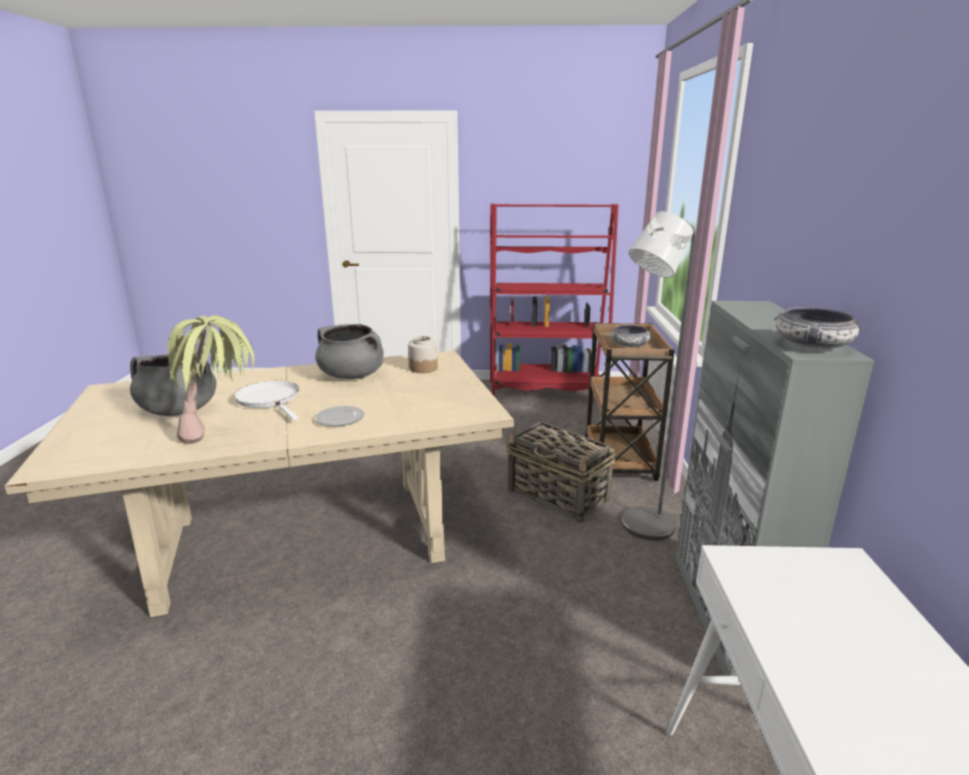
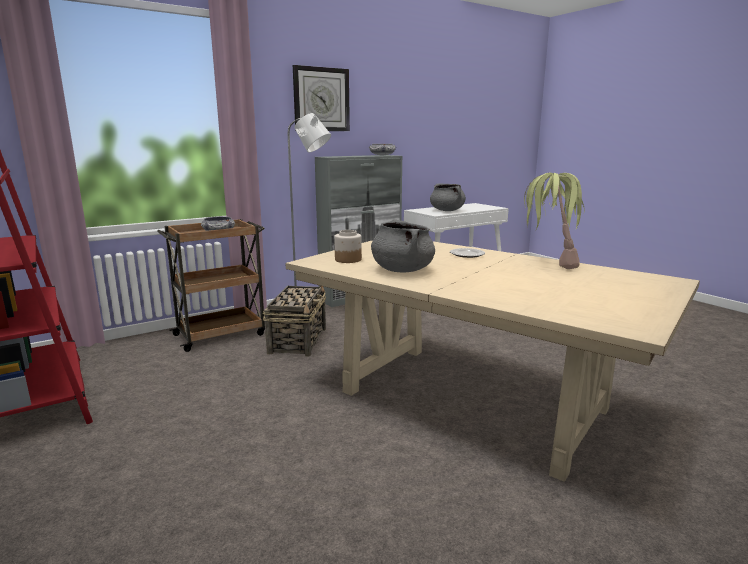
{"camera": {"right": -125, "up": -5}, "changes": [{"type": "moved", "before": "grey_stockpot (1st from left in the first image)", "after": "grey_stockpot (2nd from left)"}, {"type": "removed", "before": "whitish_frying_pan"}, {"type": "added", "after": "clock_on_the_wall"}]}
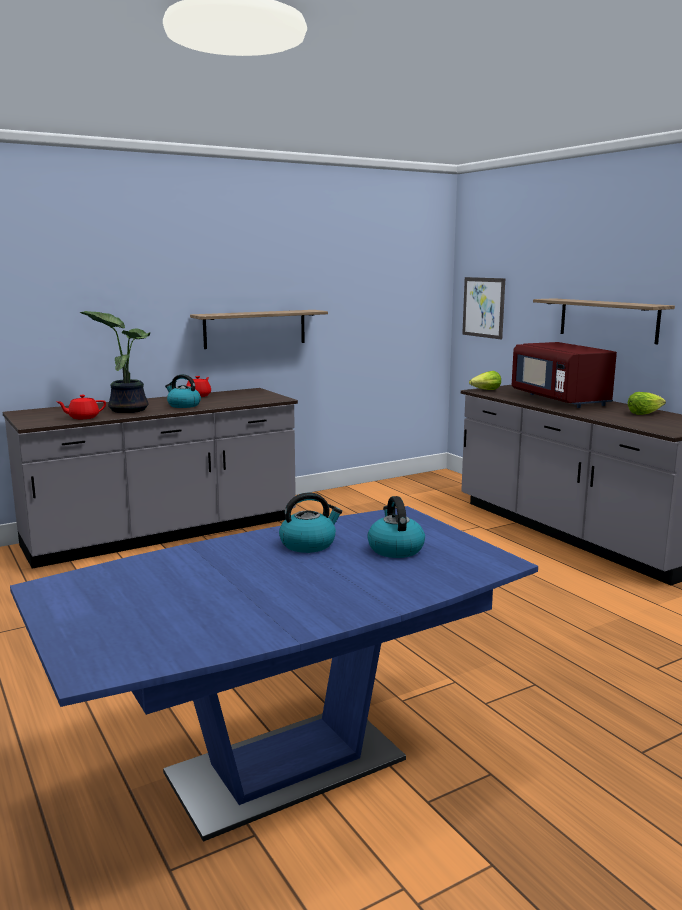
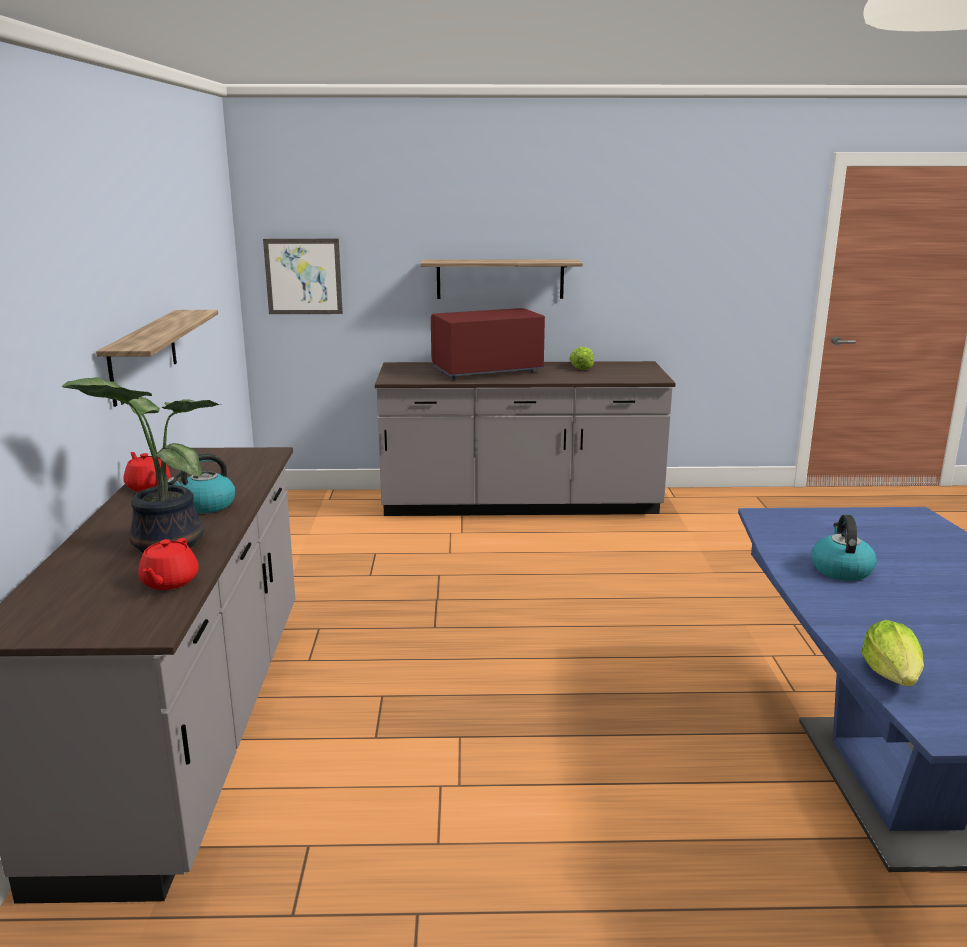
{"camera": {"right": -60, "up": 5}, "changes": [{"type": "removed", "before": "tea_kettle (3rd from left)"}, {"type": "moved", "before": "lettuce_head (1st from left in the first image)", "after": "lettuce_head (2nd from left)"}, {"type": "turned", "before": "red_microwave_oven", "turn": 150}]}
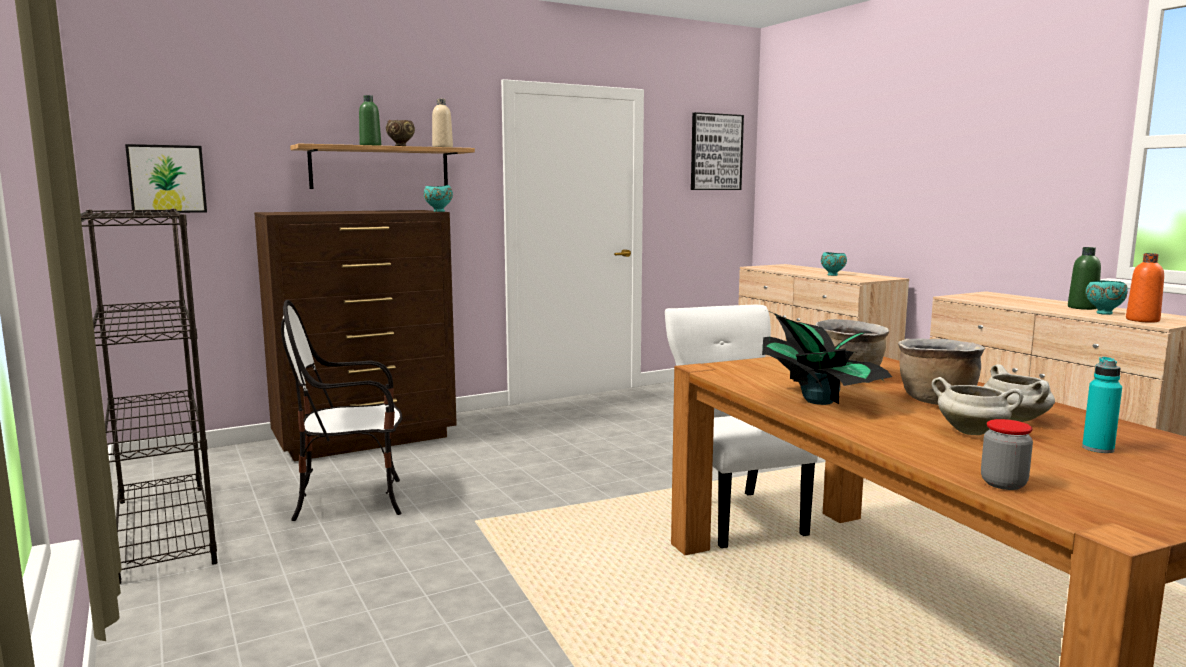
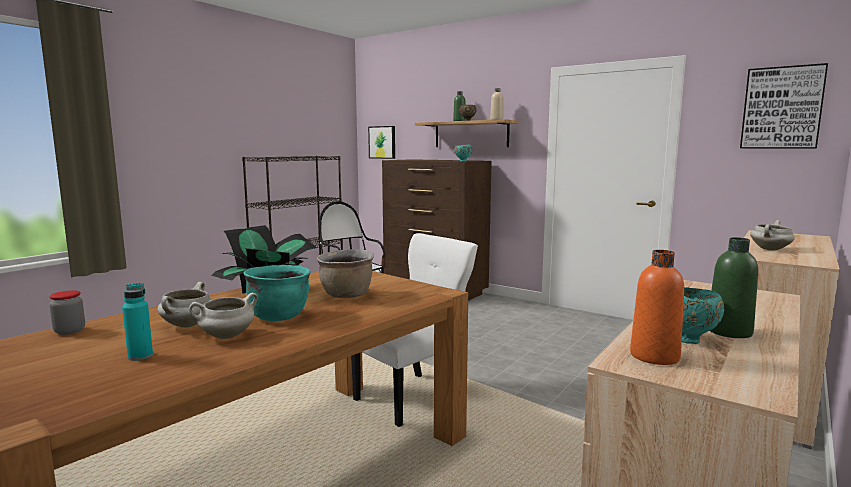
{"camera": {"right": 65, "up": 0}, "changes": [{"type": "replaced", "before": "blue-green_serving_bowl (2nd from left)", "after": "whitish_stockpot (3rd from left)"}, {"type": "recoloured", "before": "brown-coloured_stockpot (2nd from left)", "after": "blue-green_stockpot"}]}
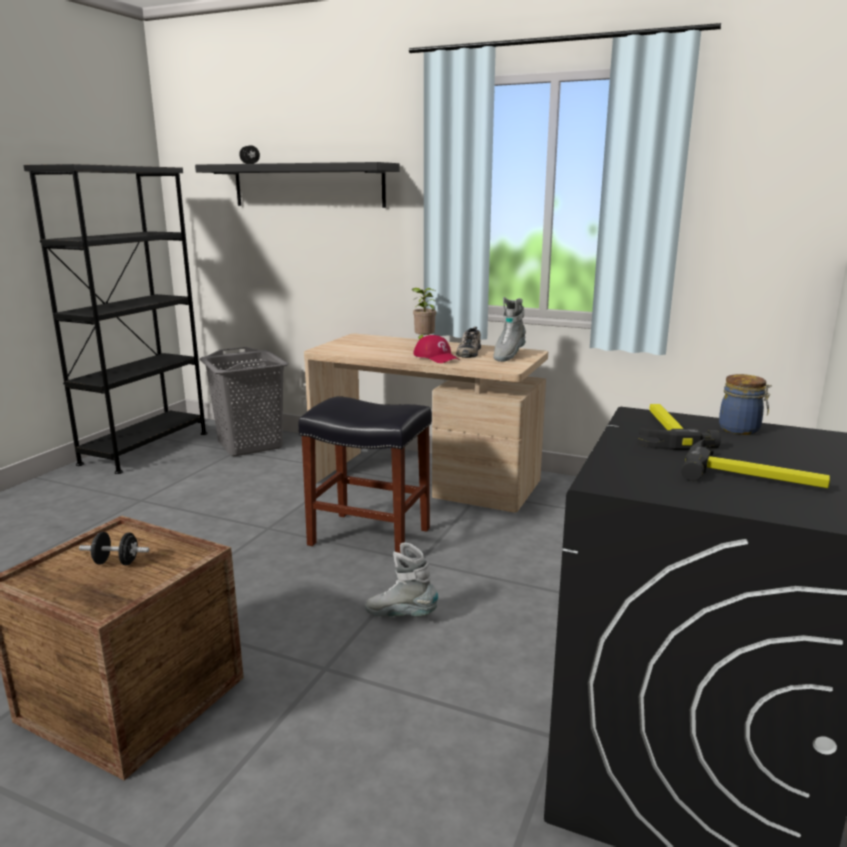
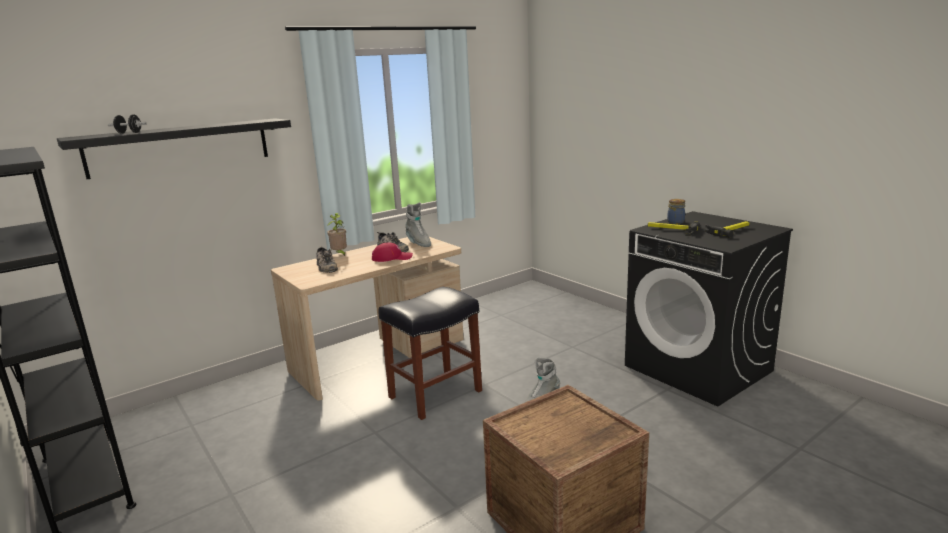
{"camera": {"right": -60, "up": 0}, "changes": [{"type": "removed", "before": "black_free_weight (1st from left)"}, {"type": "removed", "before": "grey_hamper"}, {"type": "added", "after": "shoe (1st from left)"}]}
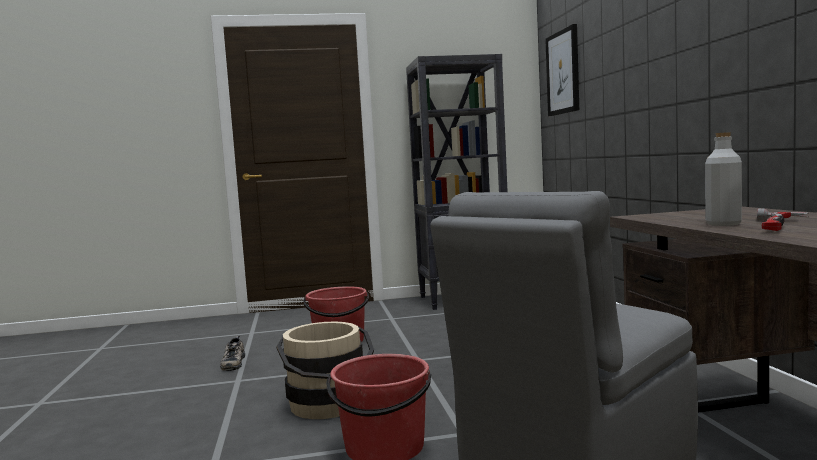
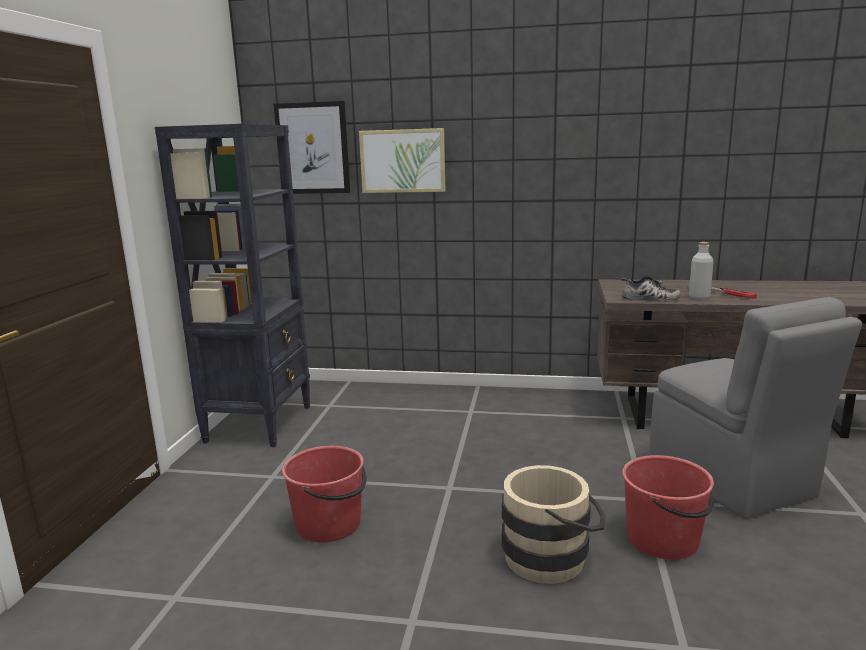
{"camera": {"right": -70, "up": 10}, "changes": [{"type": "moved", "before": "shoe"}, {"type": "added", "after": "picture (2nd from left)"}]}
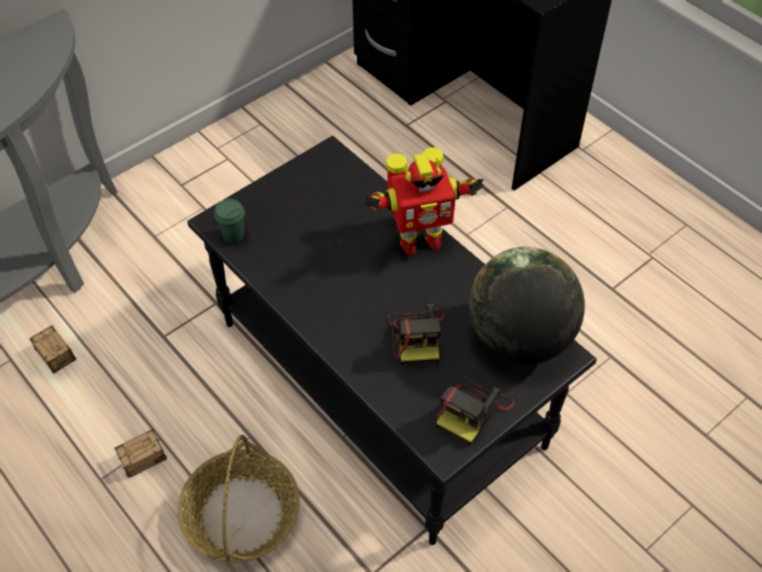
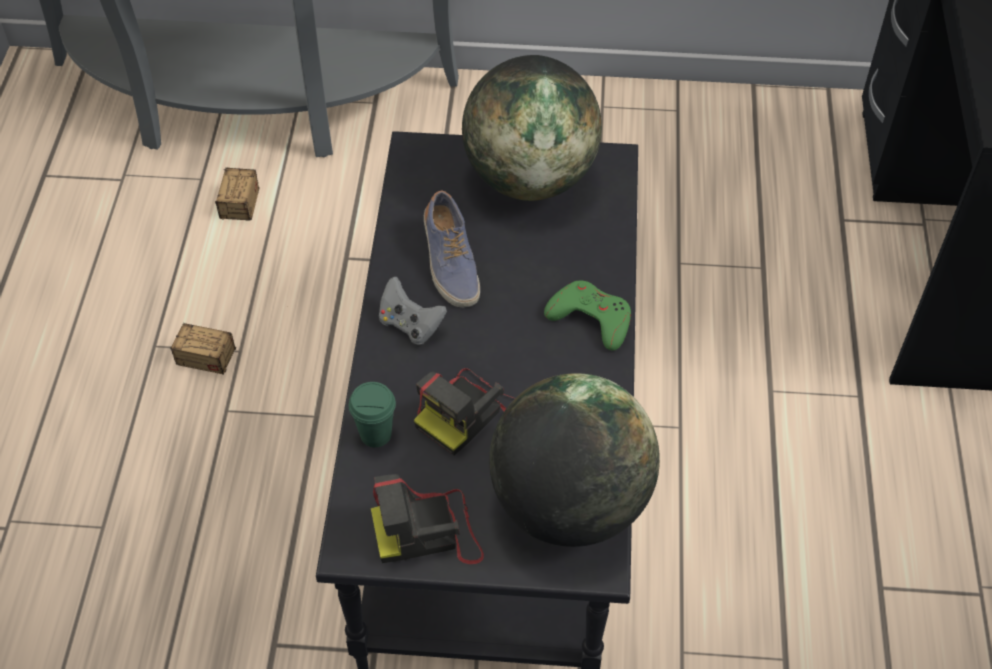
{"camera": {"right": 45, "up": 0}, "changes": [{"type": "removed", "before": "household_basket"}, {"type": "moved", "before": "green-coloured_drinking_cup"}, {"type": "replaced", "before": "model_robot", "after": "green-coloured_gamepad"}, {"type": "added", "after": "grey_gamepad"}, {"type": "added", "after": "shoe"}, {"type": "added", "after": "desk_globe (1st from left)"}]}
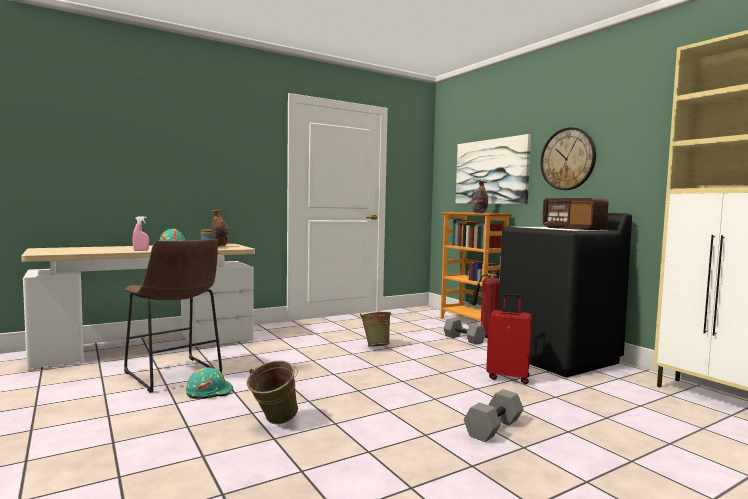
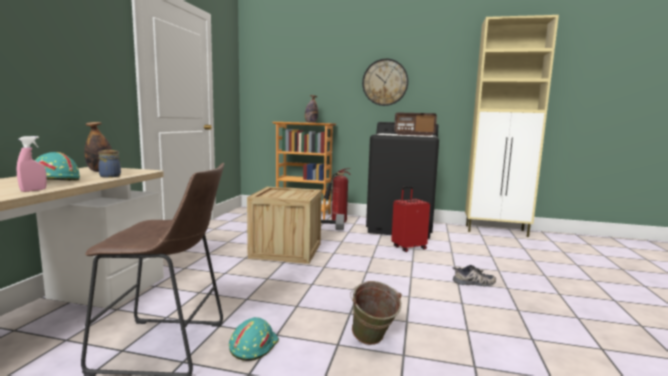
{"camera": {"right": -45, "up": 5}, "changes": [{"type": "replaced", "before": "green-coloured_water_bucket (2nd from left)", "after": "crate"}, {"type": "removed", "before": "picture"}, {"type": "replaced", "before": "grey_free_weight (2nd from left)", "after": "shoe"}]}
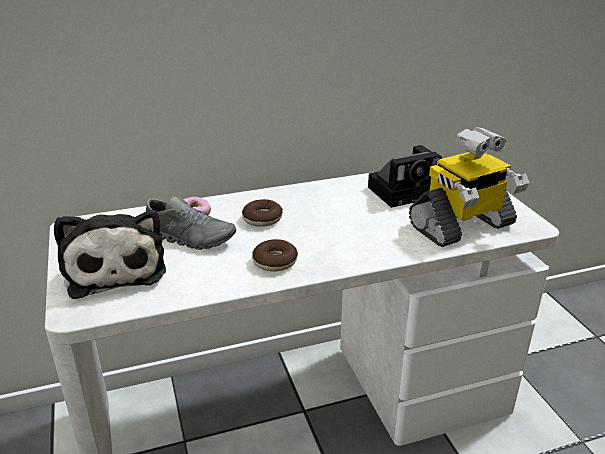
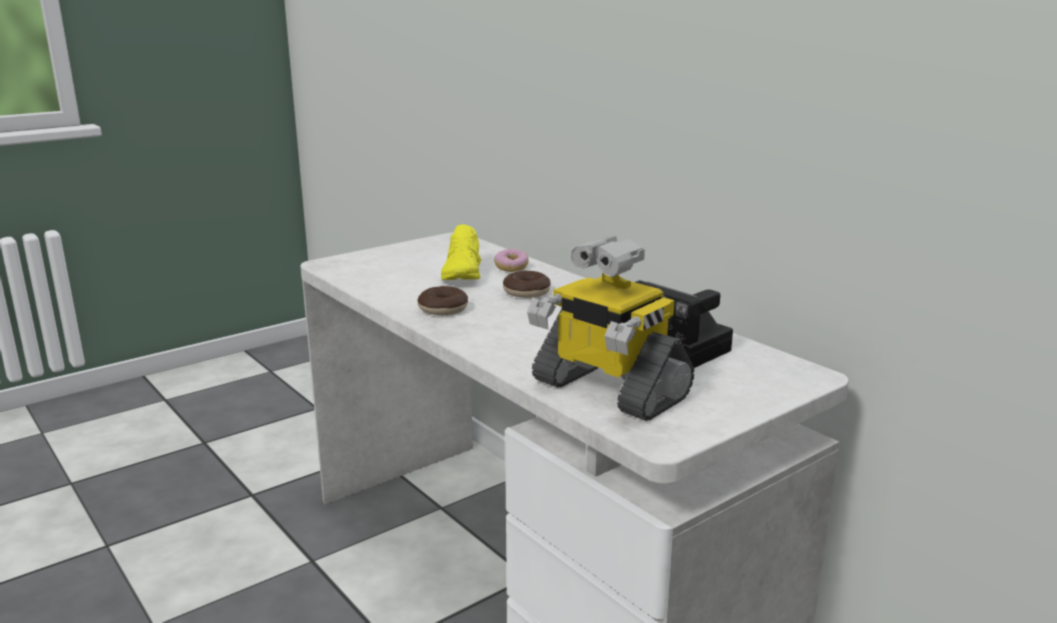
{"camera": {"right": 70, "up": -10}, "changes": [{"type": "removed", "before": "cuddly_toy"}, {"type": "recoloured", "before": "grey_shoe", "after": "yellowish_shoe"}]}
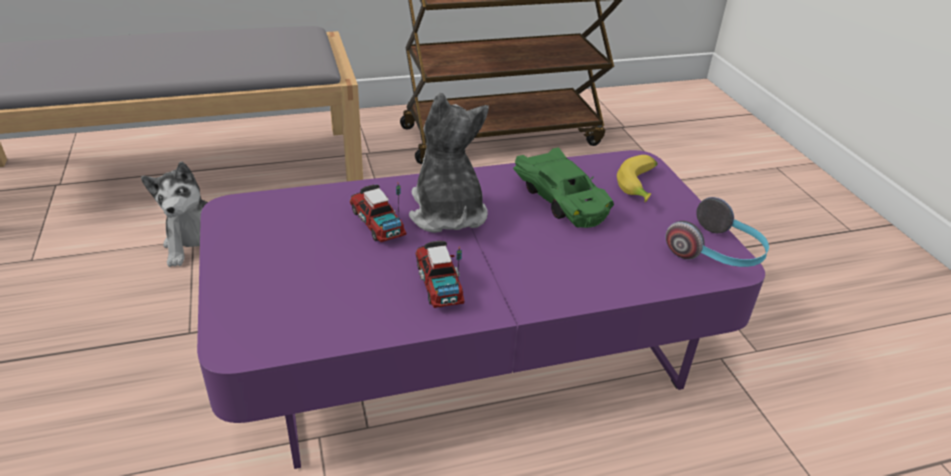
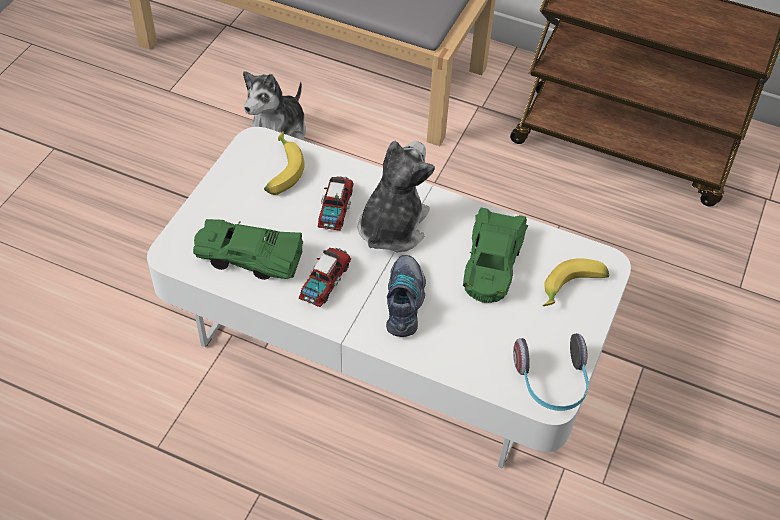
{"camera": {"right": 40, "up": 15}, "changes": [{"type": "recoloured", "before": "purple_coffee_table", "after": "whitish_coffee_table"}, {"type": "added", "after": "green-coloured_toy_car (1st from left)"}, {"type": "added", "after": "banana_fruit (1st from left)"}, {"type": "added", "after": "shoe"}]}
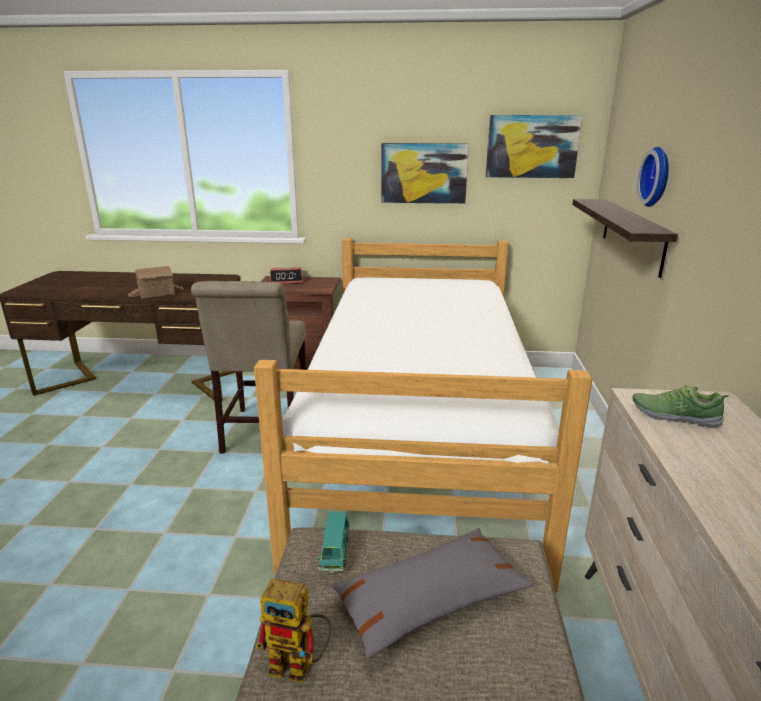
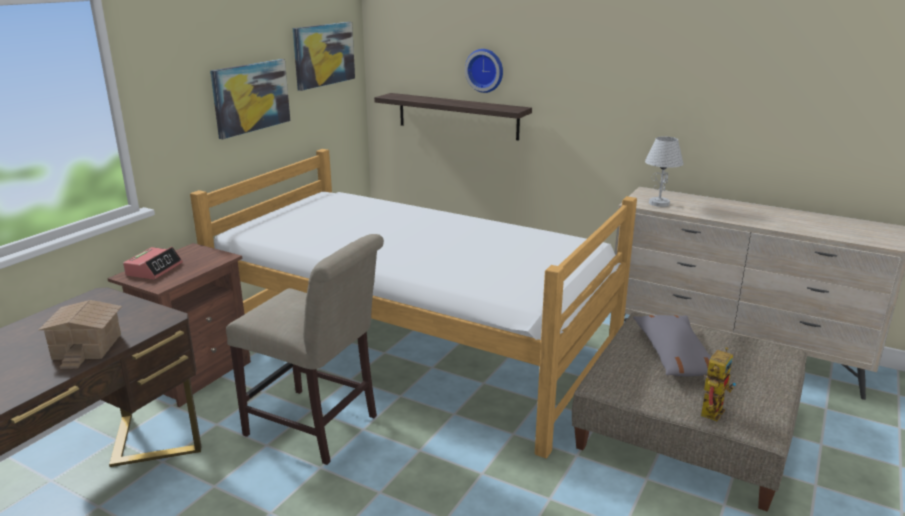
{"camera": {"right": -65, "up": 0}, "changes": [{"type": "removed", "before": "blue-green_toy_car"}, {"type": "replaced", "before": "shoe", "after": "whitish_lamp_for_a_table"}]}
